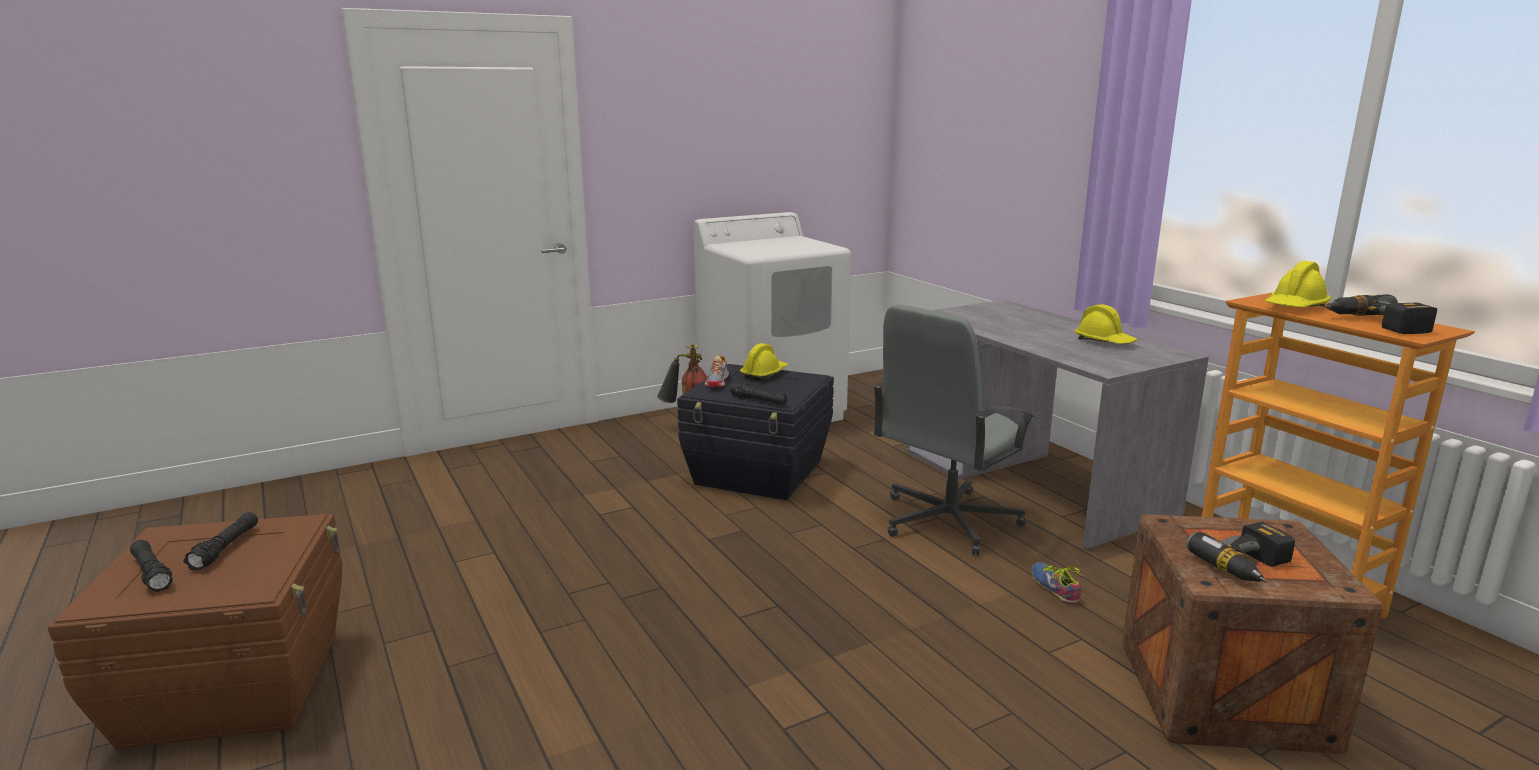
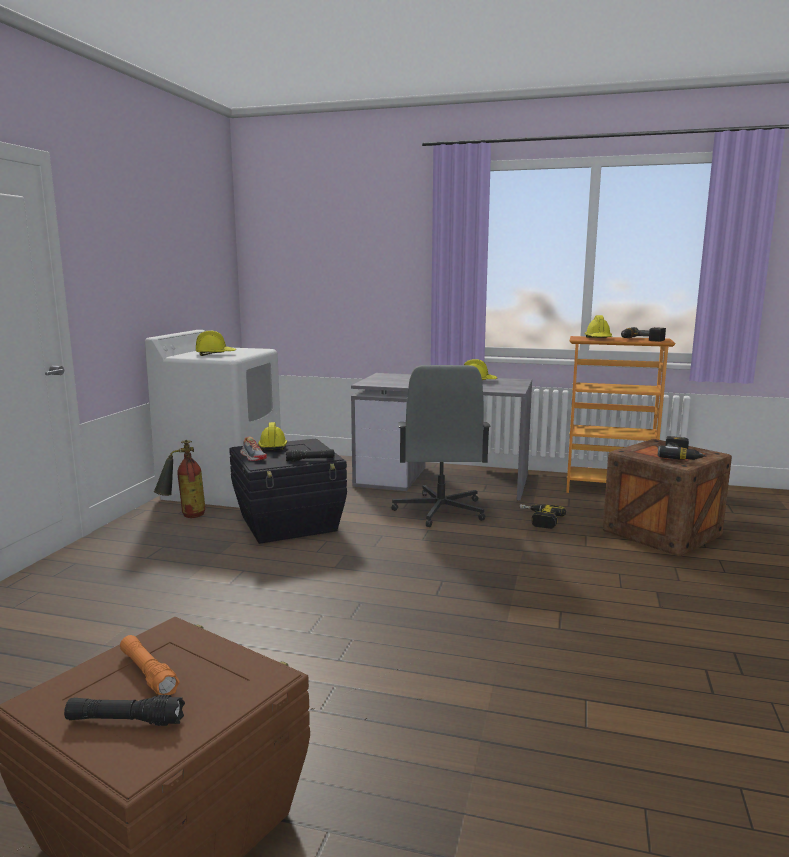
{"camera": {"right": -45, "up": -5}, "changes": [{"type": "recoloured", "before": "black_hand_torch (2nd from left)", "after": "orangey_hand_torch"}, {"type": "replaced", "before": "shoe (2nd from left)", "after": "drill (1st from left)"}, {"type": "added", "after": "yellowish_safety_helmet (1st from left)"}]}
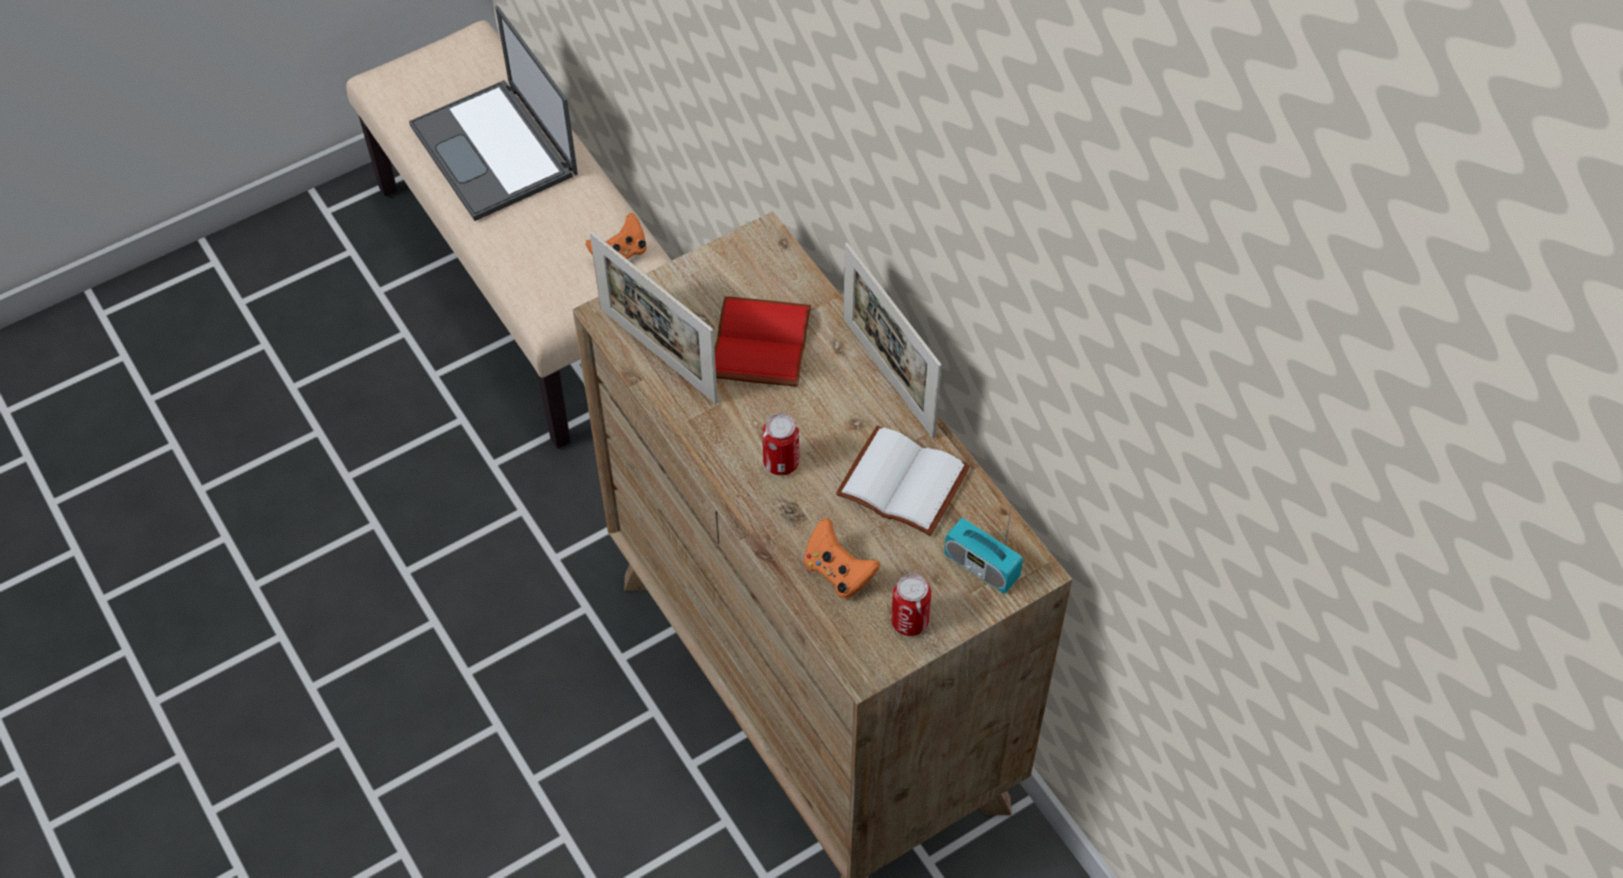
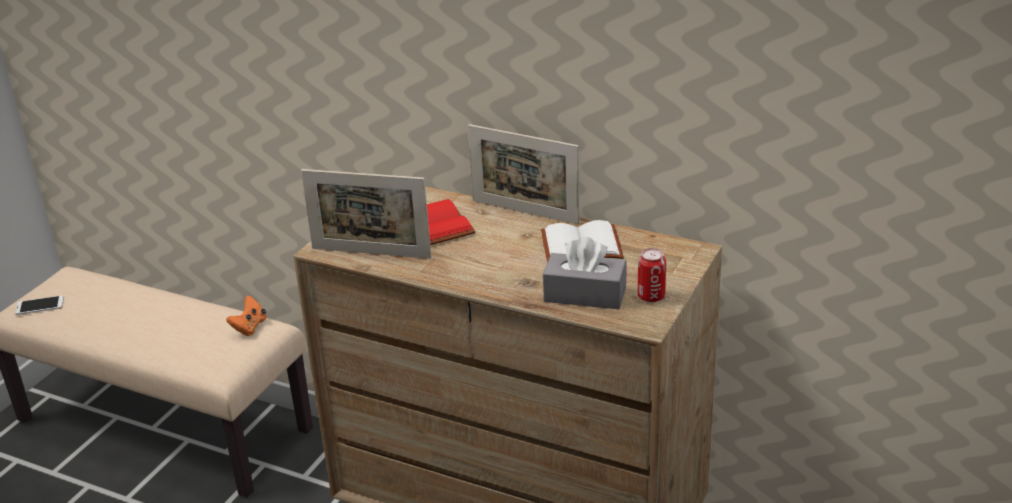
{"camera": {"right": -30, "up": -25}, "changes": [{"type": "removed", "before": "laptop"}, {"type": "removed", "before": "sealed_can (1st from left)"}, {"type": "replaced", "before": "orangey_gamepad (2nd from left)", "after": "grey_tissue_box"}, {"type": "removed", "before": "radio_set"}, {"type": "added", "after": "telephone"}]}
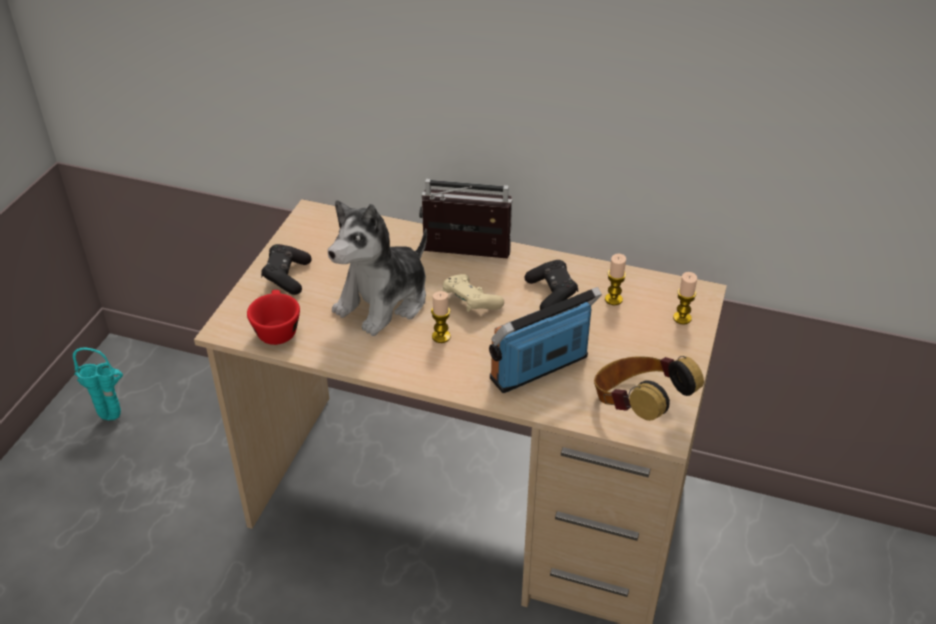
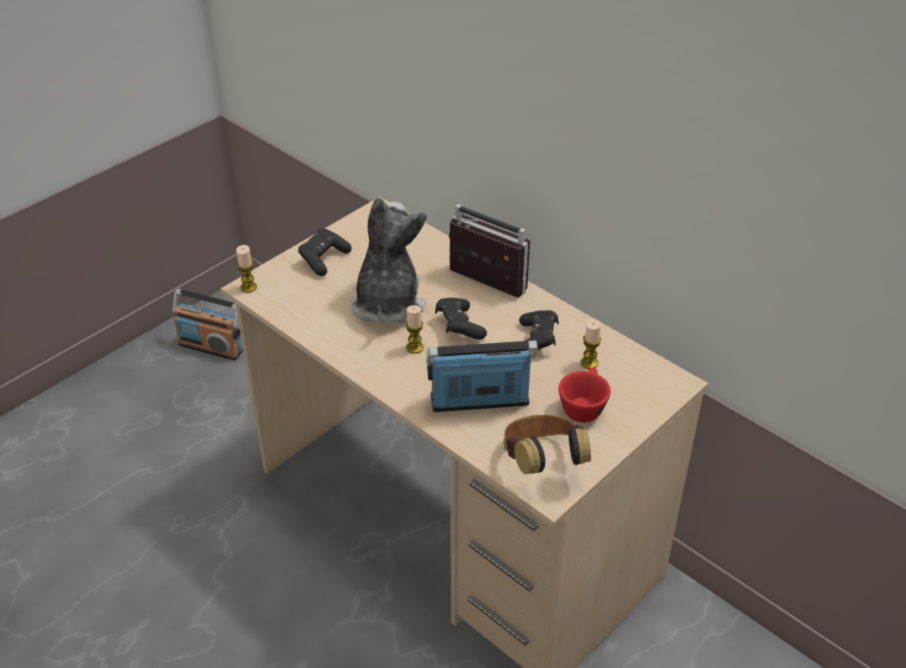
{"camera": {"right": 25, "up": 0}, "changes": [{"type": "replaced", "before": "blue-green_vase", "after": "radio_set (1st from left)"}, {"type": "moved", "before": "red_drinking_cup"}, {"type": "turned", "before": "cuddly_toy", "turn": 120}, {"type": "recoloured", "before": "beige-coloured_gamepad", "after": "black_gamepad (2nd from left)"}, {"type": "moved", "before": "wax_candle (3rd from left in the first image)", "after": "wax_candle (1st from left)"}]}
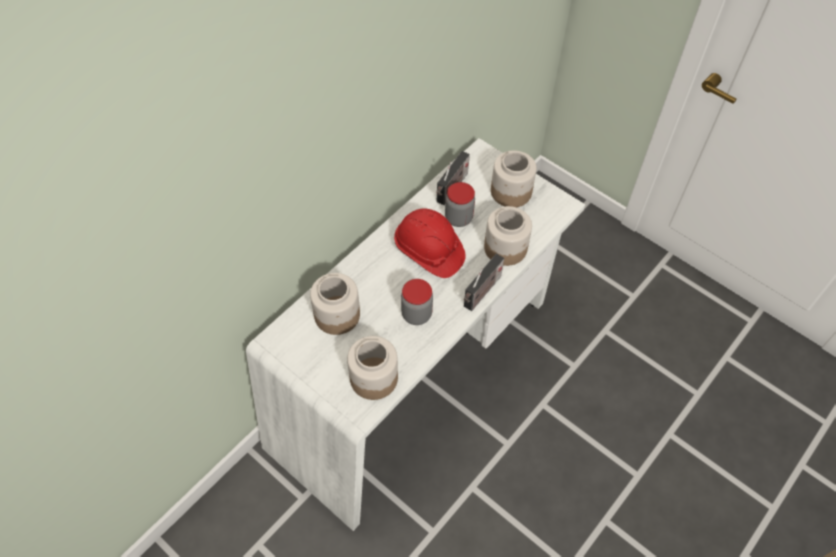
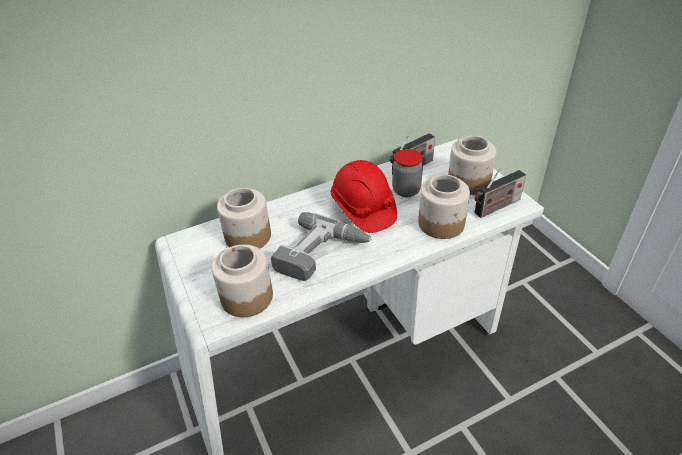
{"camera": {"right": 25, "up": -15}, "changes": [{"type": "replaced", "before": "storage_jar (3rd from left)", "after": "drill"}, {"type": "moved", "before": "radio_set (2nd from left)"}]}
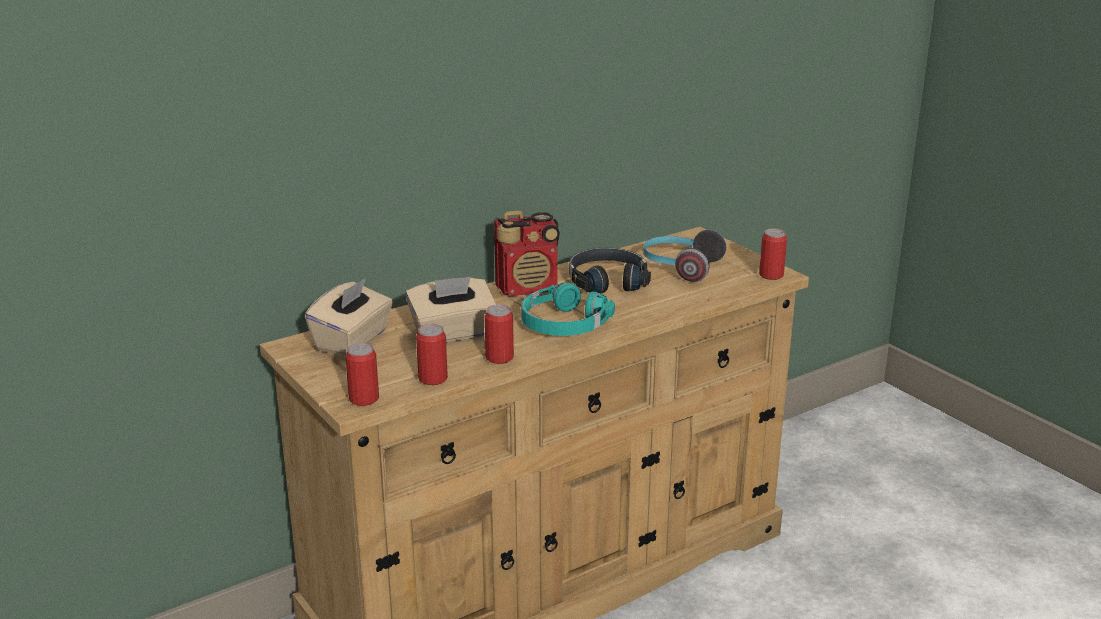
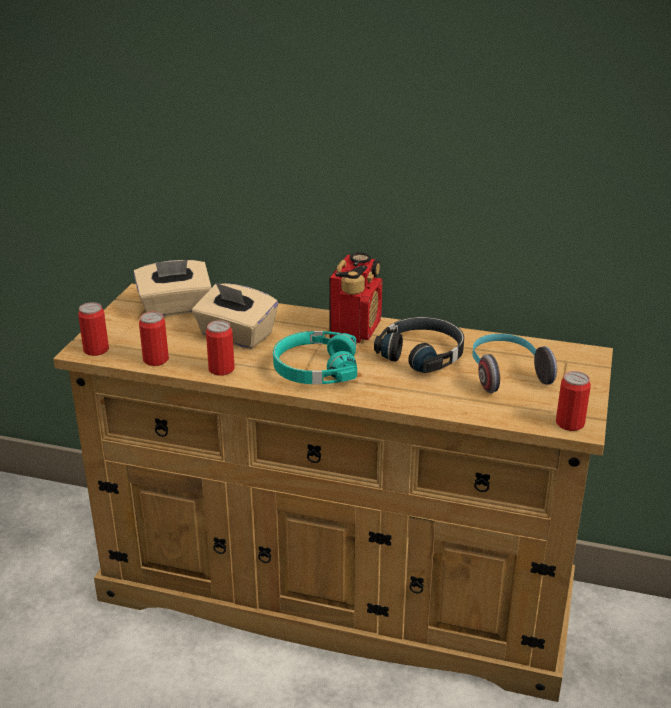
{"camera": {"right": 50, "up": 5}, "changes": [{"type": "turned", "before": "radio_set", "turn": -105}]}
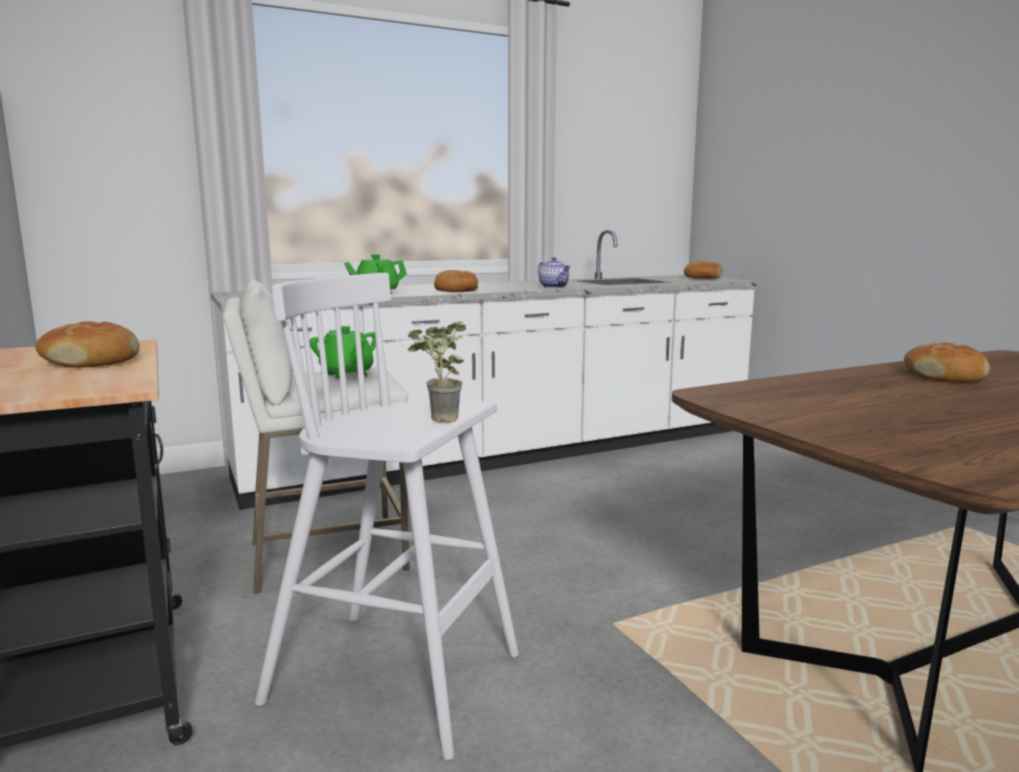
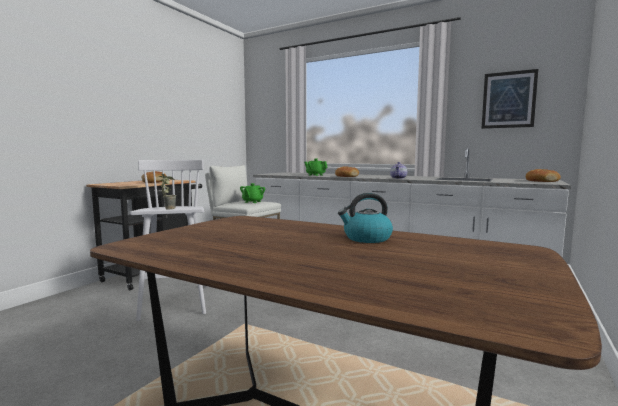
{"camera": {"right": 55, "up": -5}, "changes": [{"type": "replaced", "before": "baked_bread (4th from left)", "after": "tea_kettle"}, {"type": "added", "after": "picture"}]}
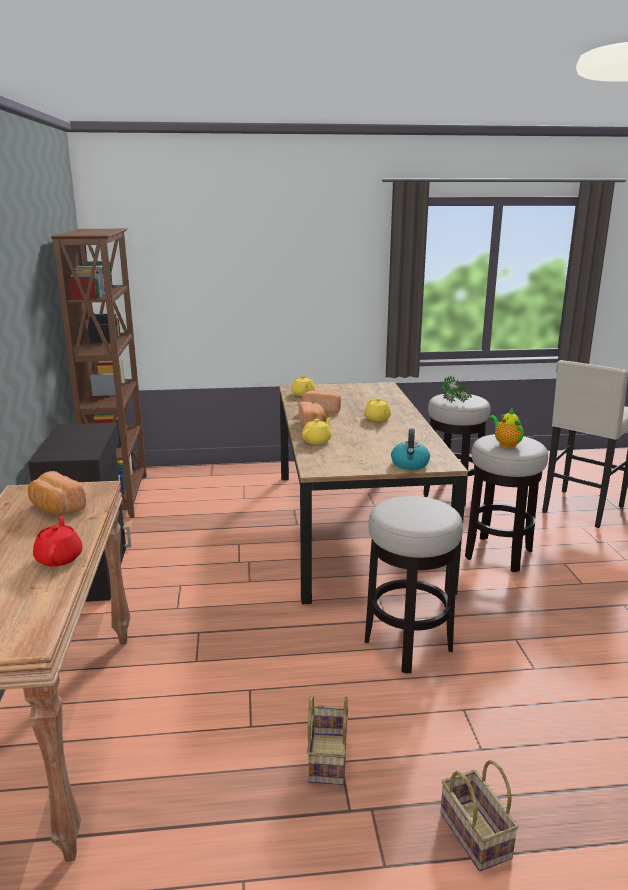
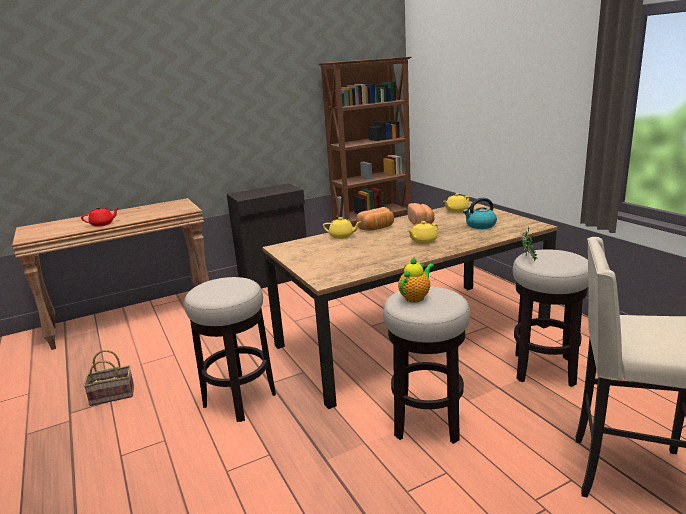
{"camera": {"right": 70, "up": 0}, "changes": [{"type": "removed", "before": "baked_bread (1st from left)"}, {"type": "moved", "before": "tea_kettle"}, {"type": "removed", "before": "household_basket (2nd from left)"}]}
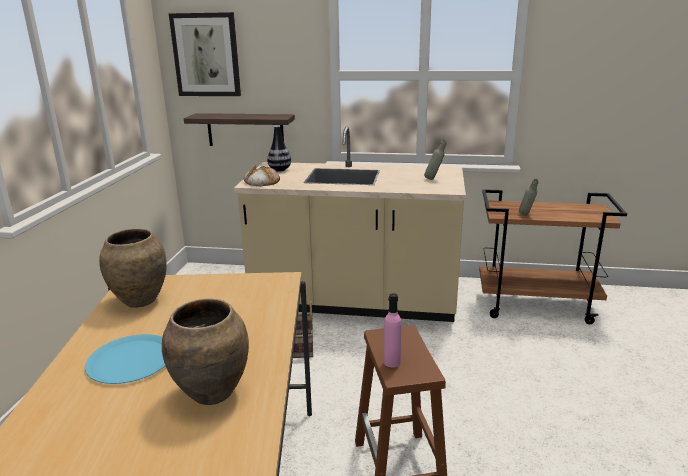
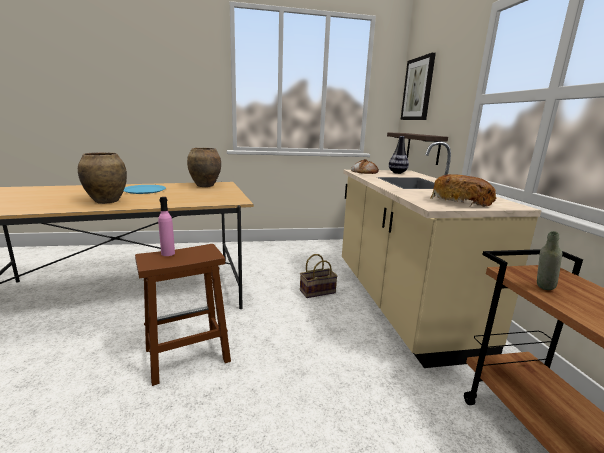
{"camera": {"right": 70, "up": -5}, "changes": [{"type": "replaced", "before": "grey_drink_bottle (1st from left)", "after": "baked_bread (2nd from left)"}]}
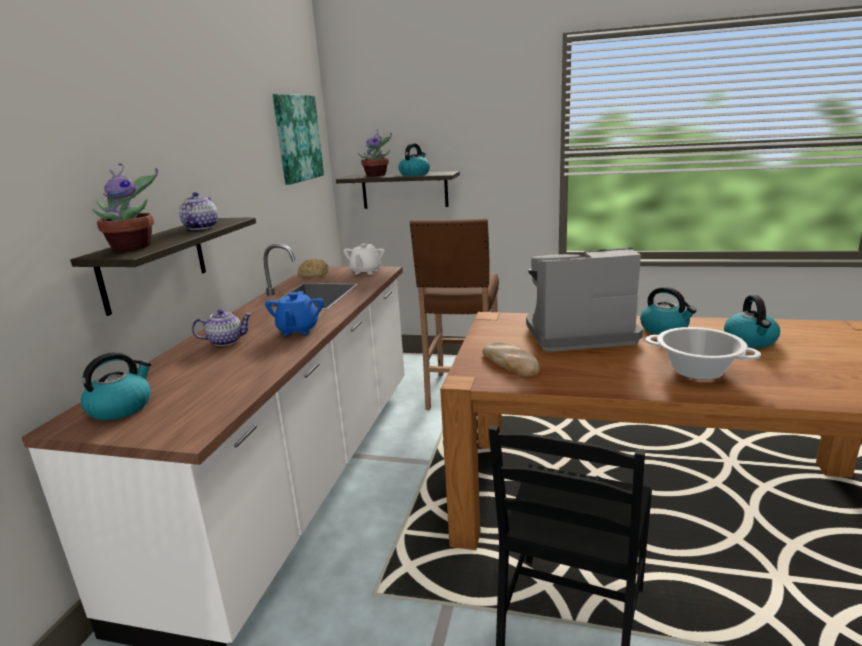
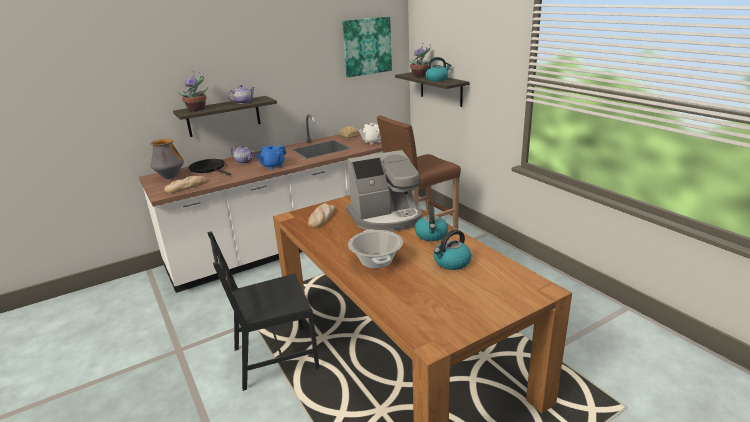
{"camera": {"right": 45, "up": 5}, "changes": [{"type": "replaced", "before": "tea_kettle (1st from left)", "after": "vase"}, {"type": "turned", "before": "coffee_brewer", "turn": 120}, {"type": "added", "after": "baked_bread (1st from left)"}, {"type": "added", "after": "black_frying_pan"}]}
